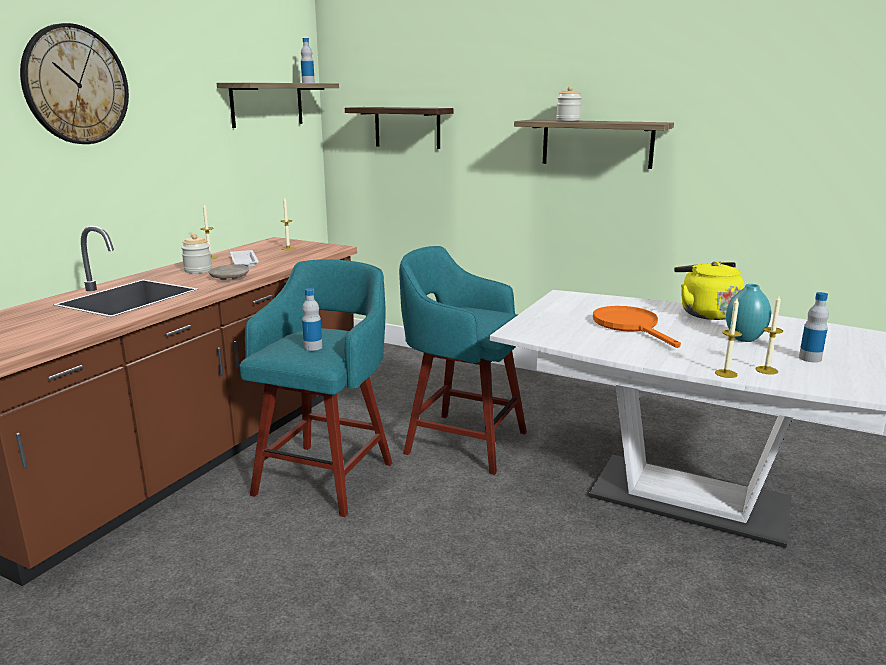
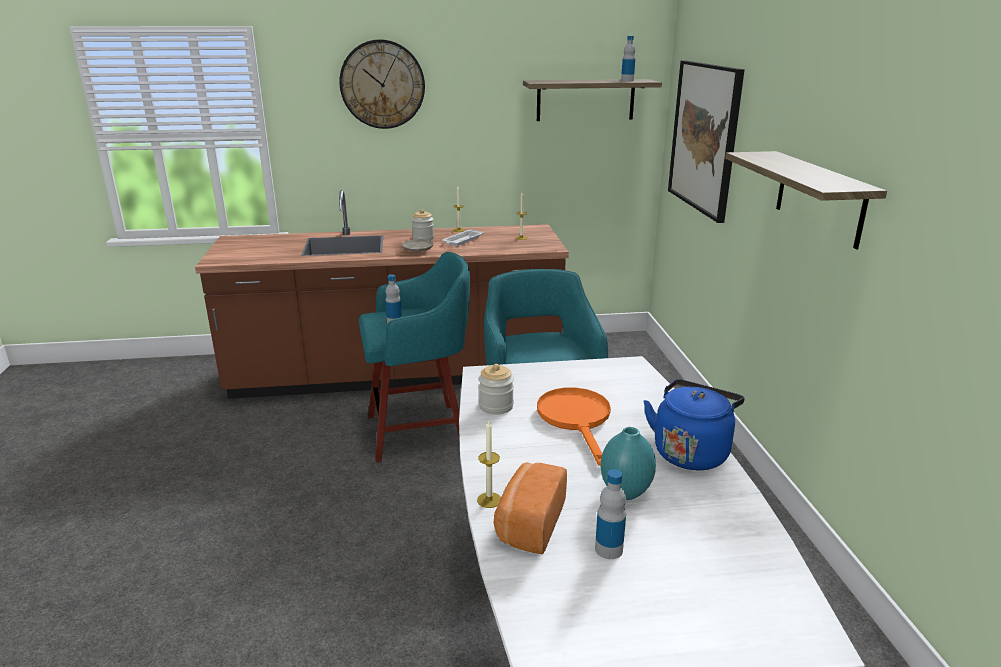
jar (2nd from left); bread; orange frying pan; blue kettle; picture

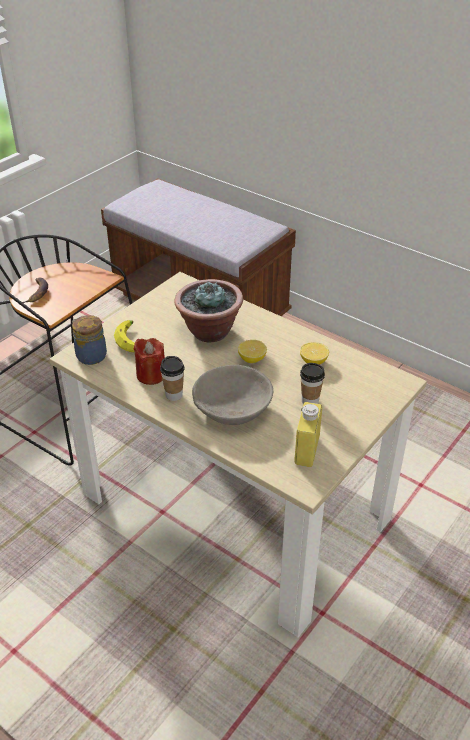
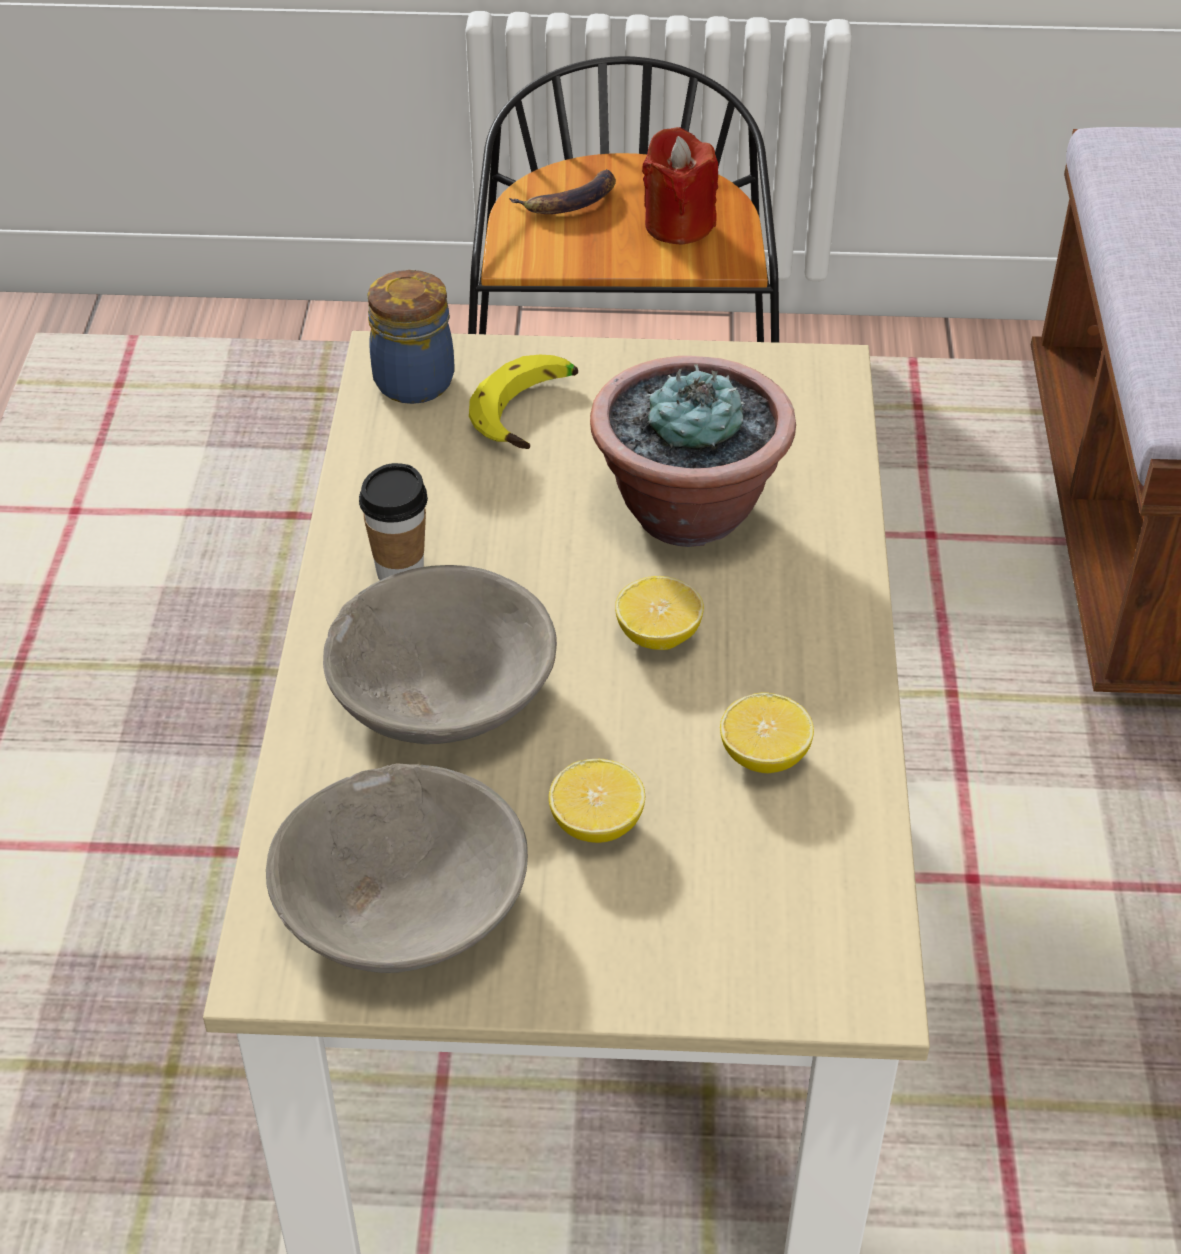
grey bowl (1st from left); lemon (1st from left); red candle

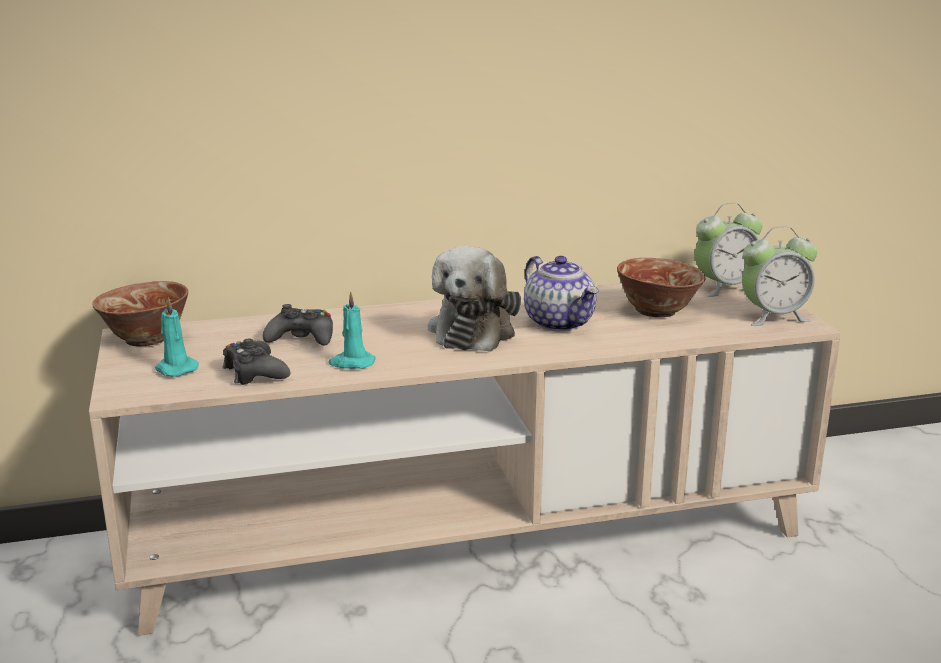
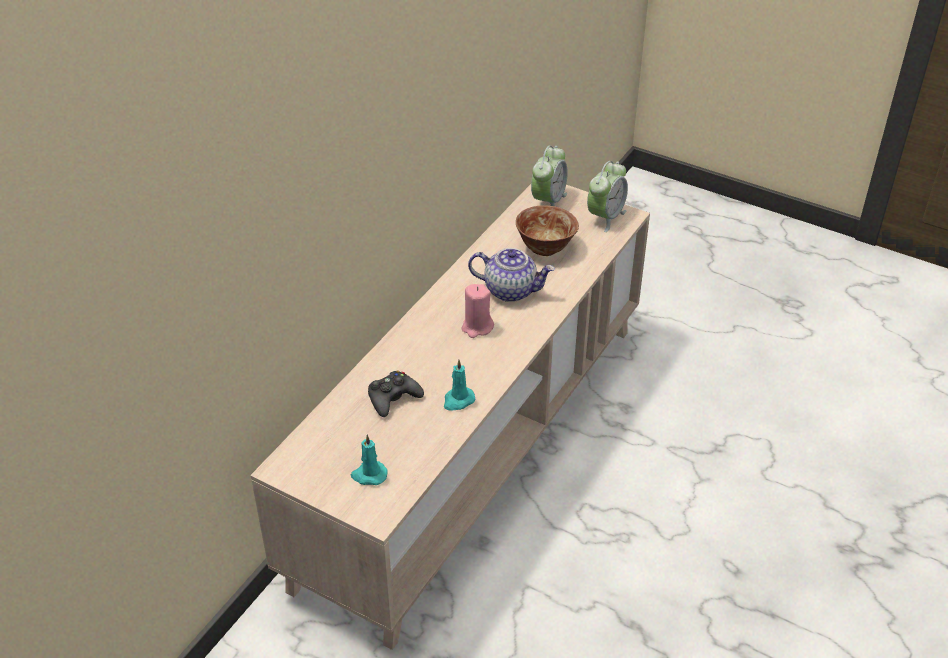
pink candle; bowl (1st from left in the first image); black game controller (1st from left in the first image)

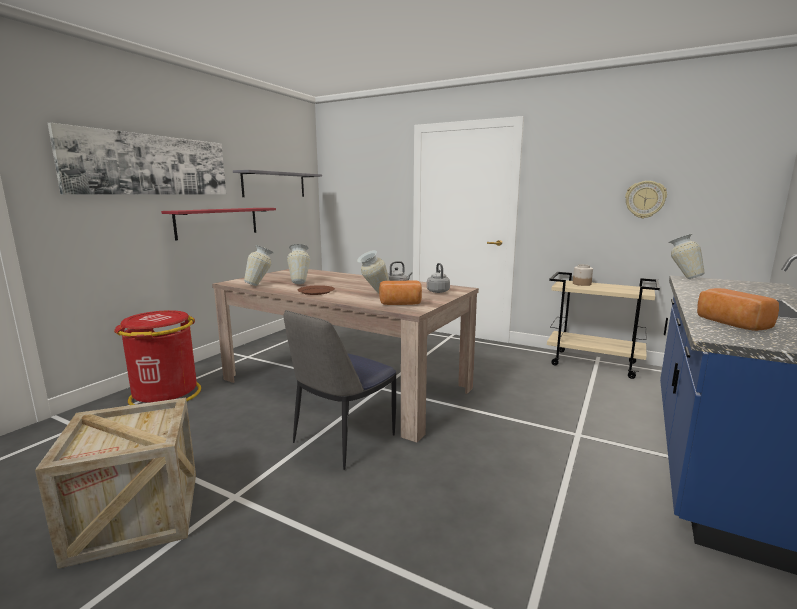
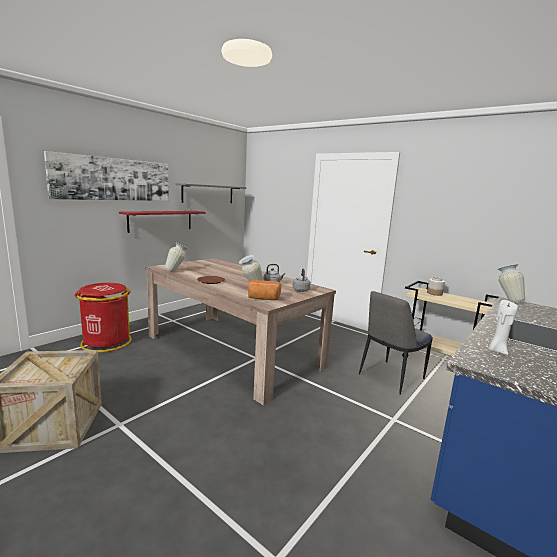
chair; white candle; vase (2nd from left in the first image); wall clock

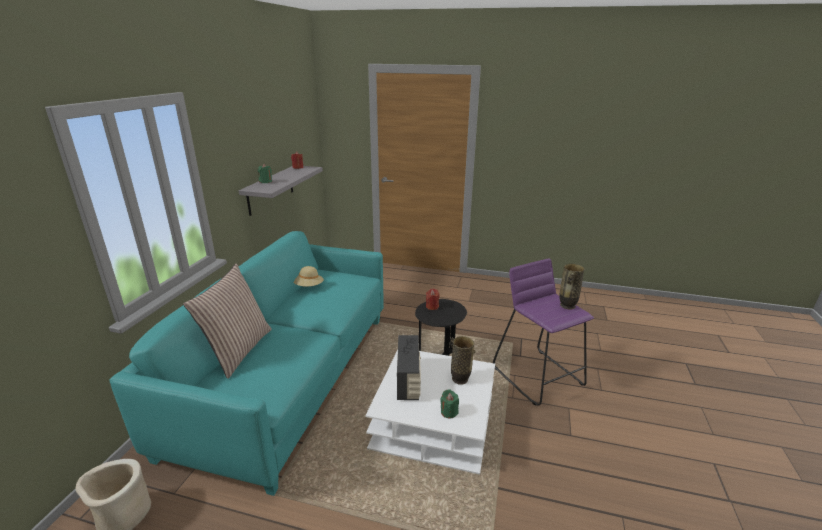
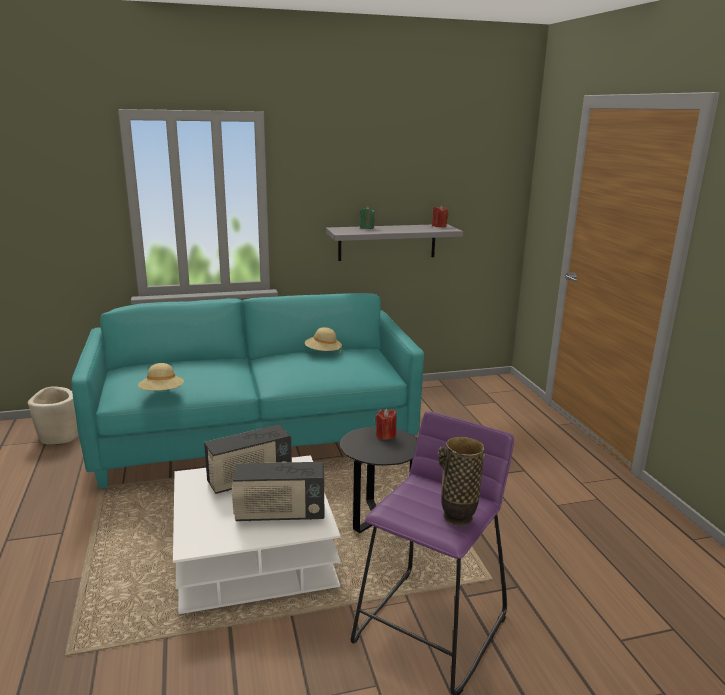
beige hat (1st from left); radio (2nd from left); pillow; green candle (2nd from left in the first image)

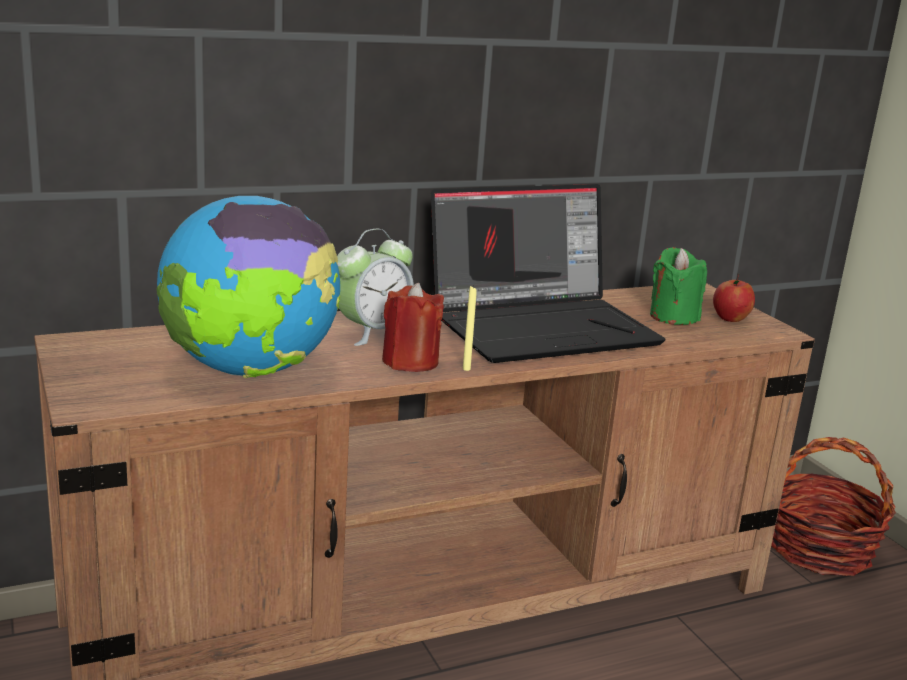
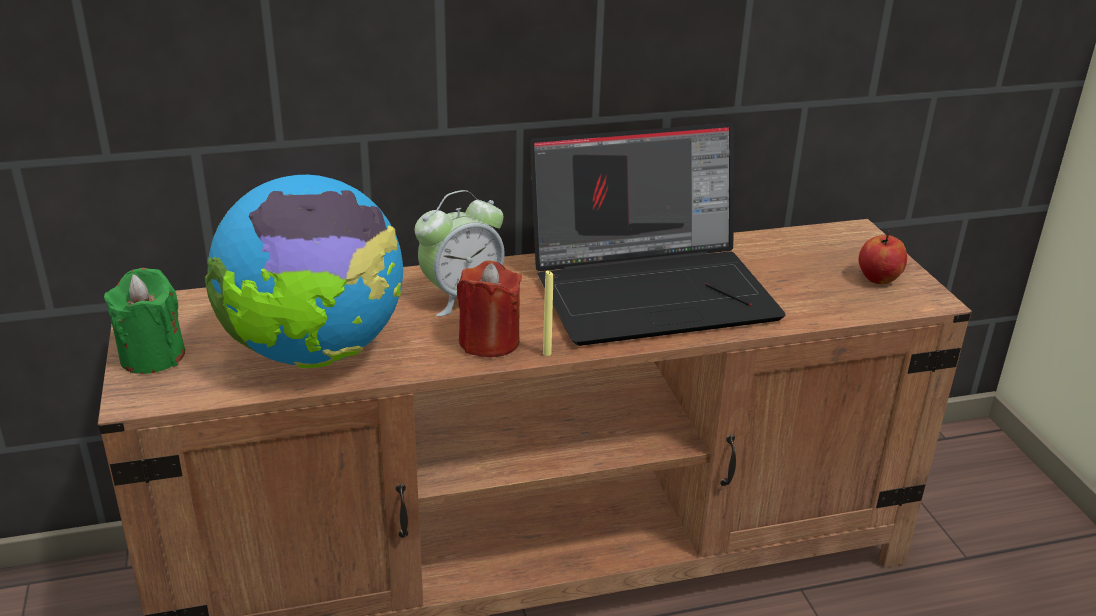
green candle; basket

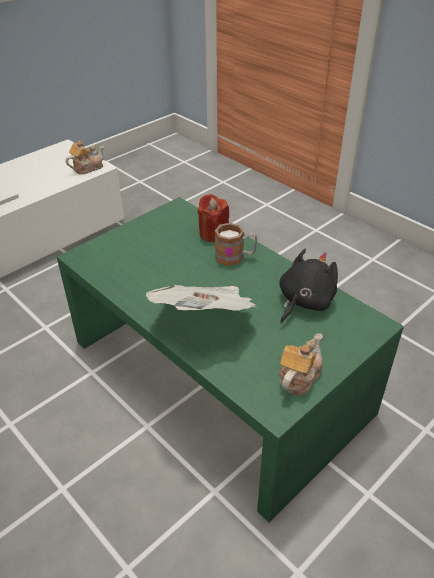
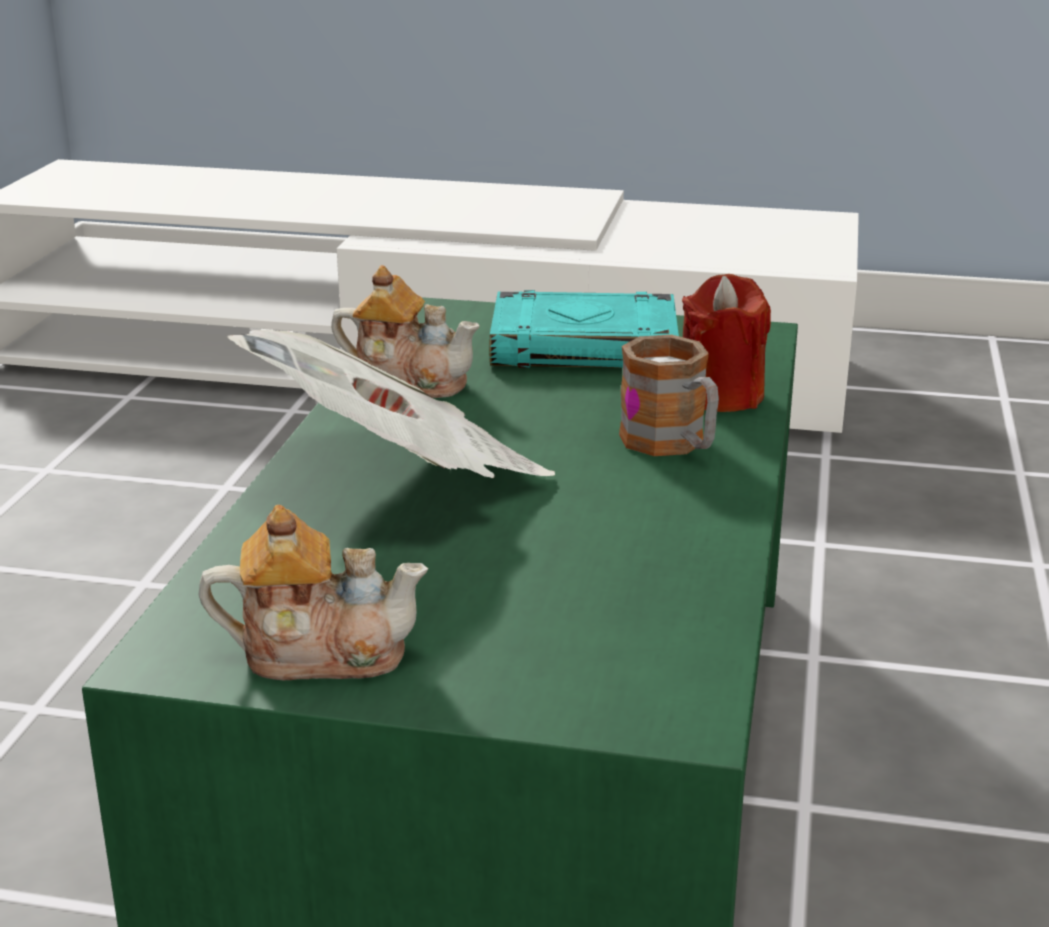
teapot (2nd from left); turquoise book; black plush toy

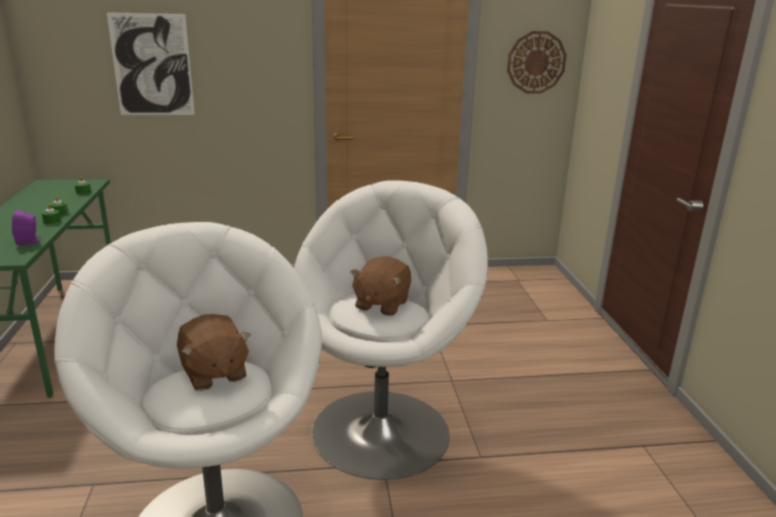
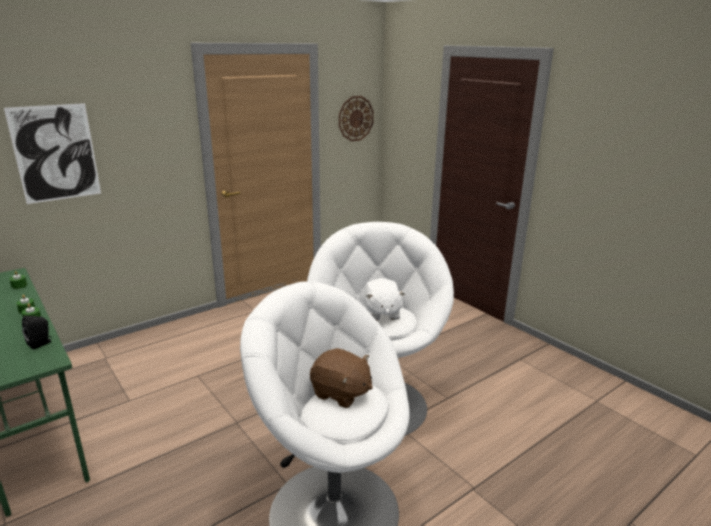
black speaker; white plush toy

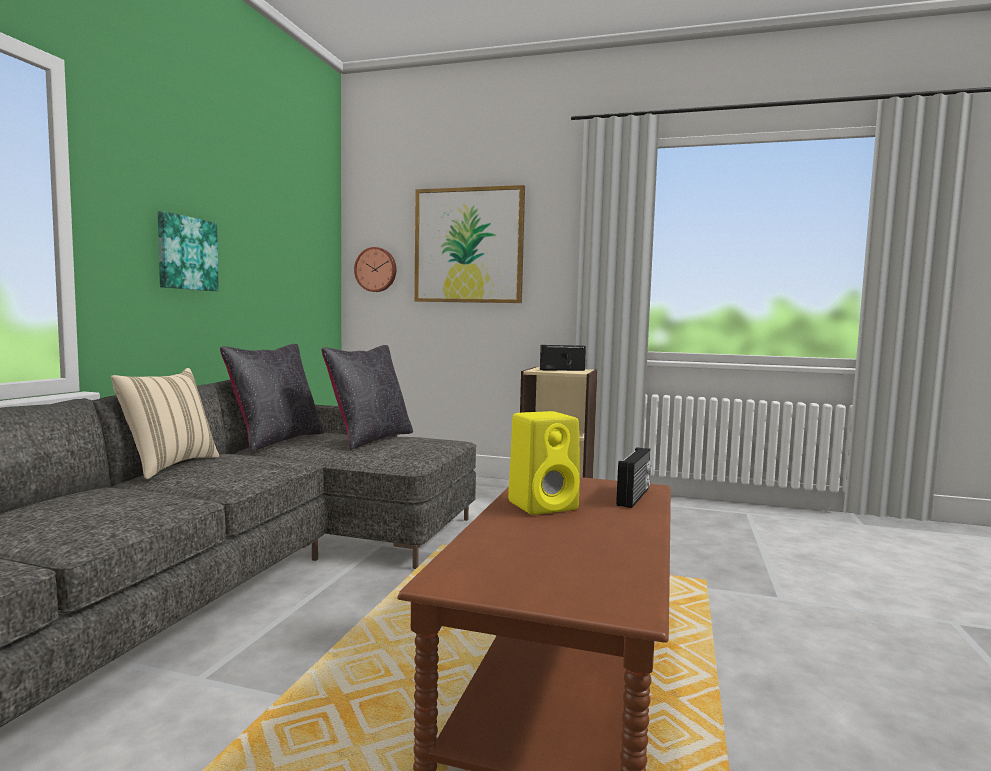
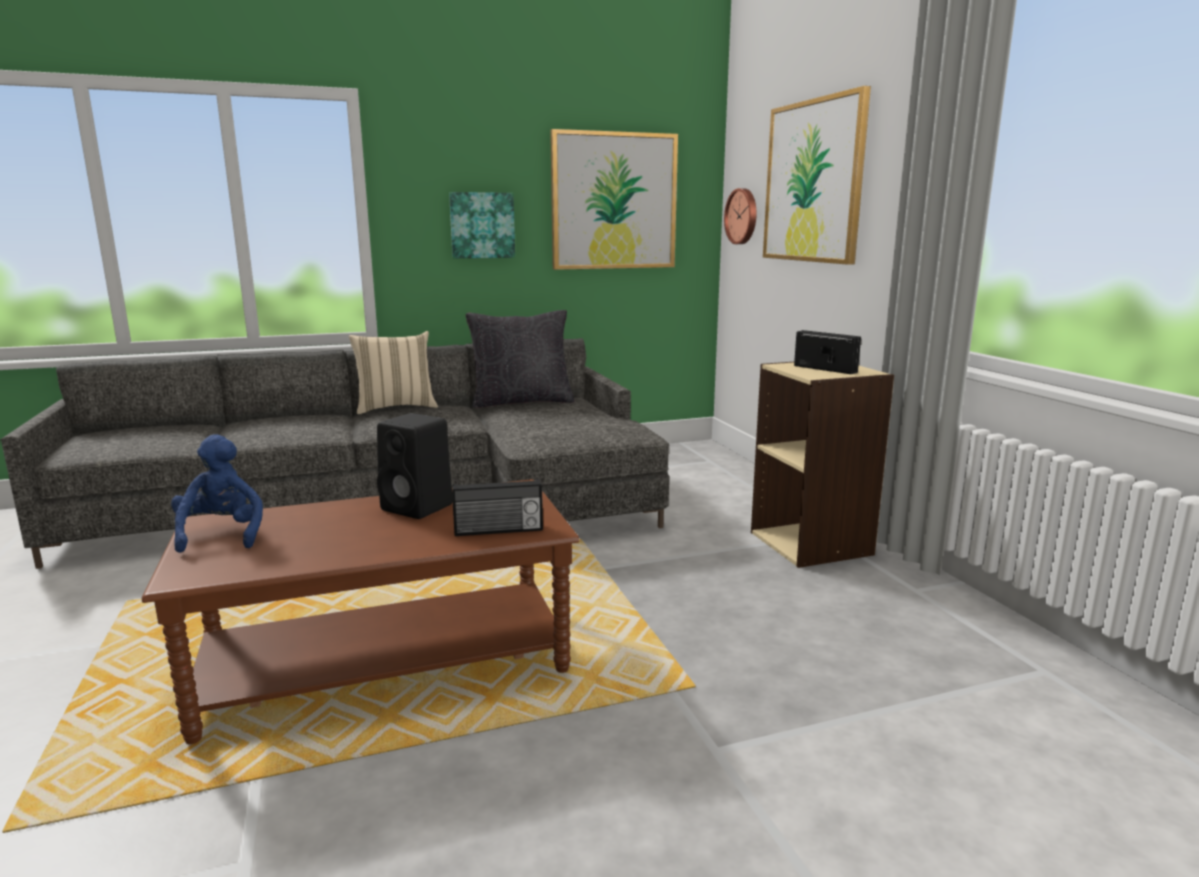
blue plush toy; black speaker; picture (2nd from left); black pillow (2nd from left in the first image)

